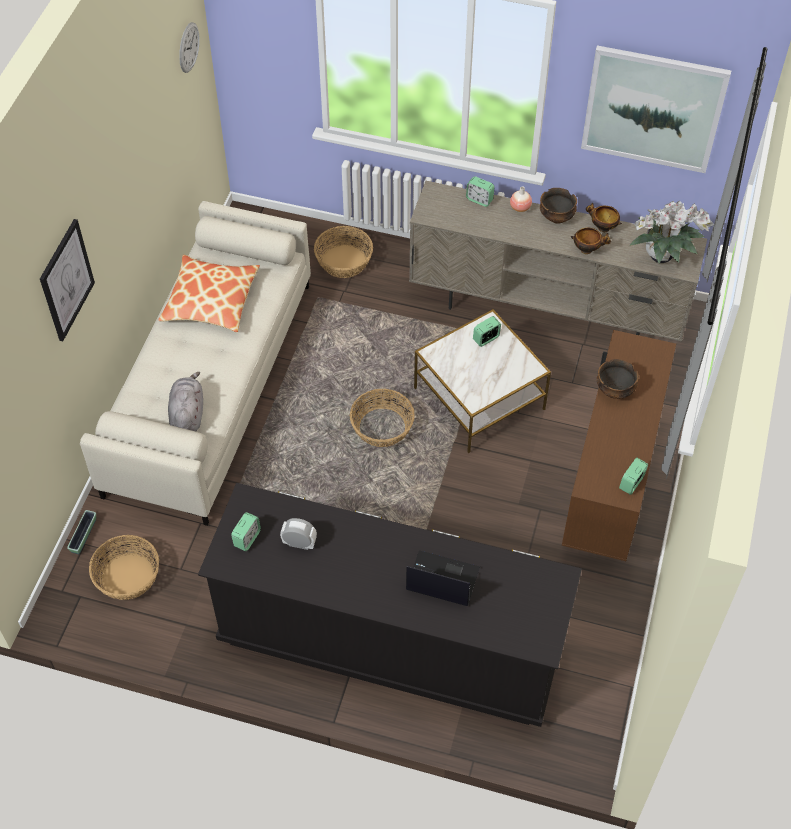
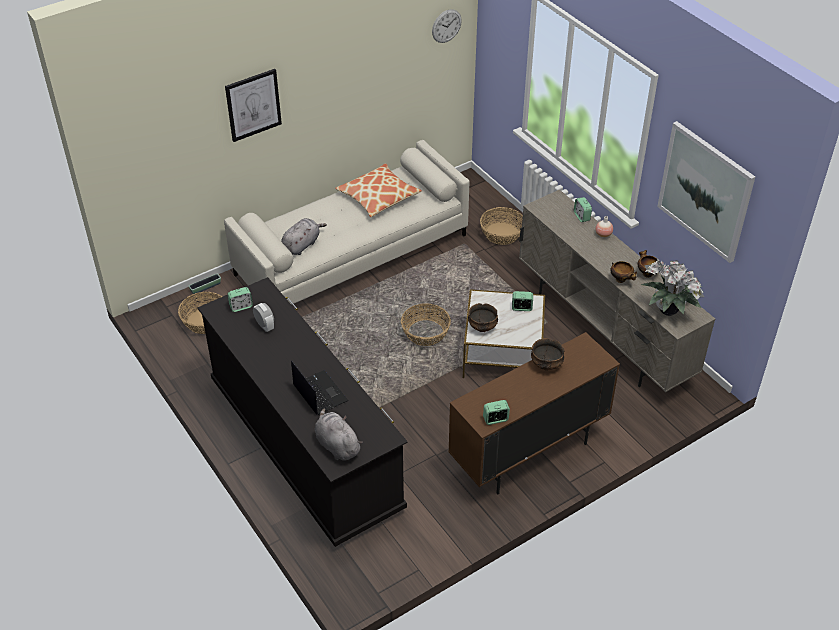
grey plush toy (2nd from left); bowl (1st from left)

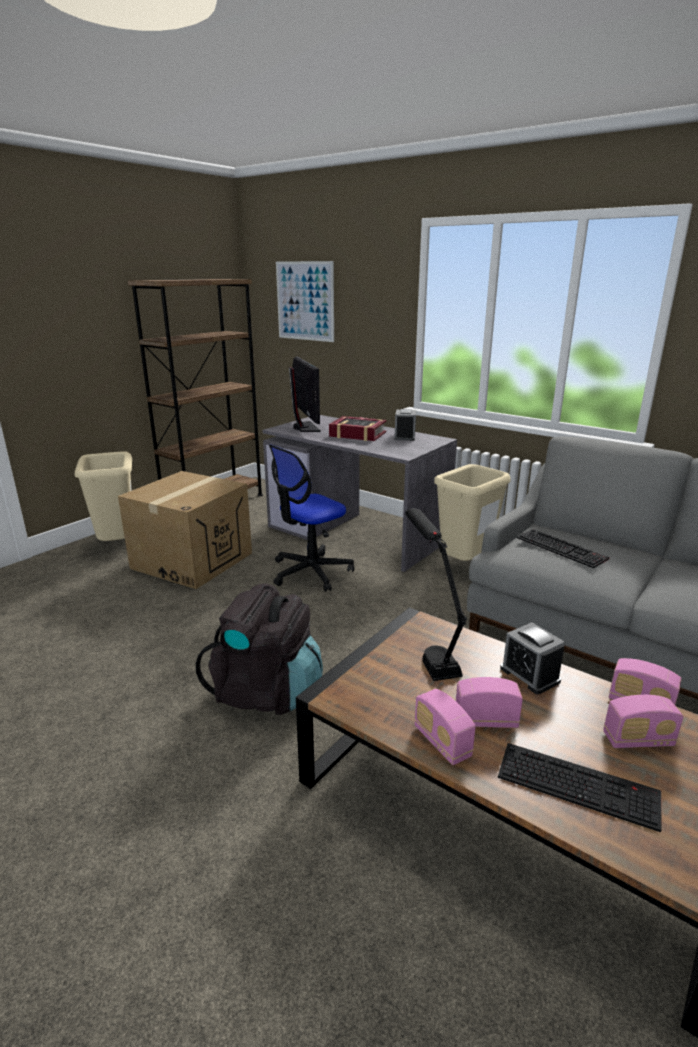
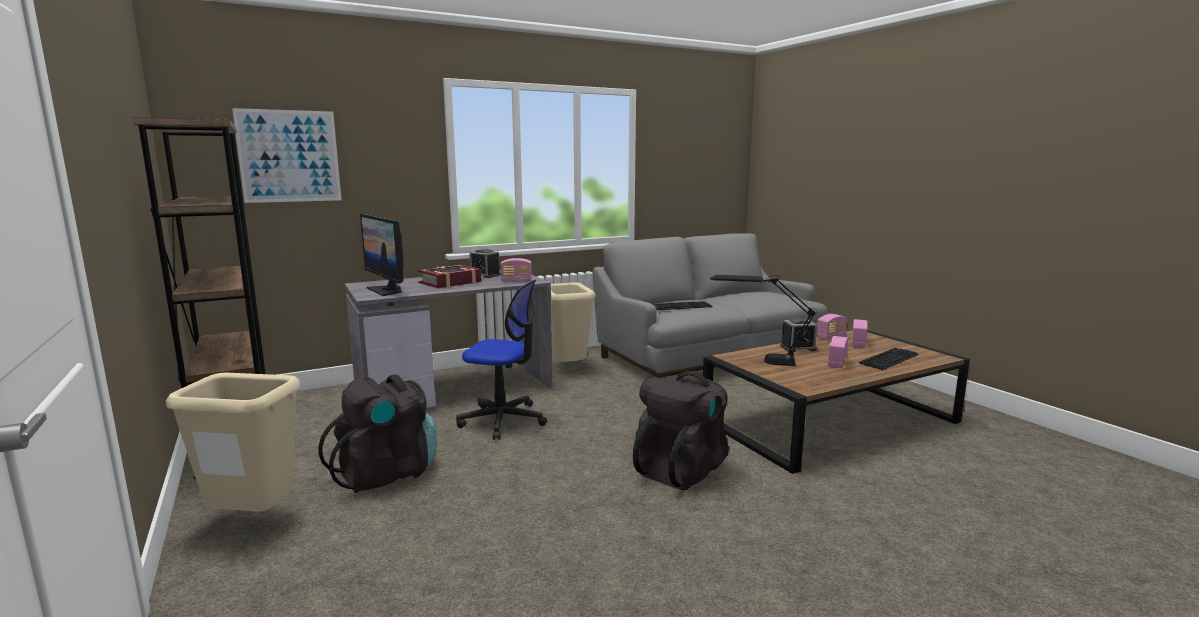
black backpack (1st from left); monitor; office chair; radio (1st from left)

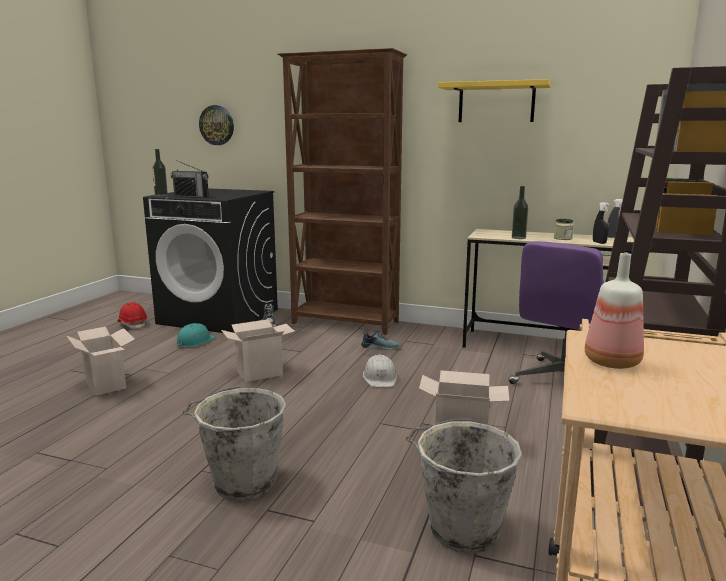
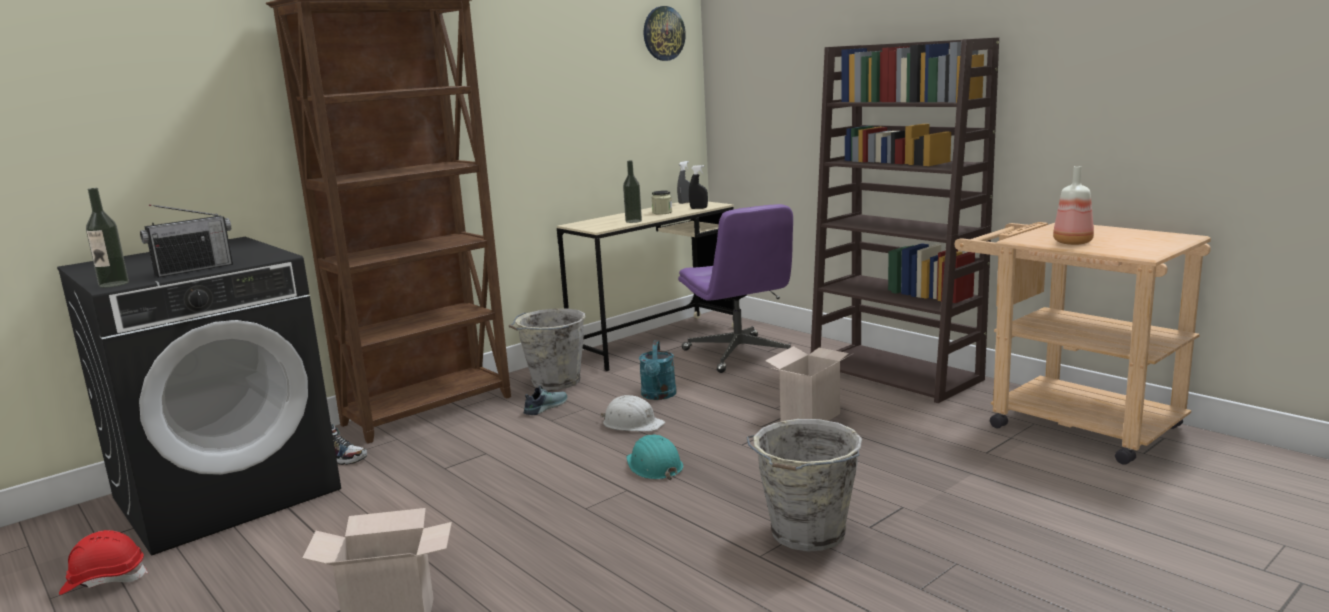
grey bucket (1st from left); turquoise hard hat; turquoise watering can; wall clock; cardboard box (2nd from left in the first image); yellow shelf

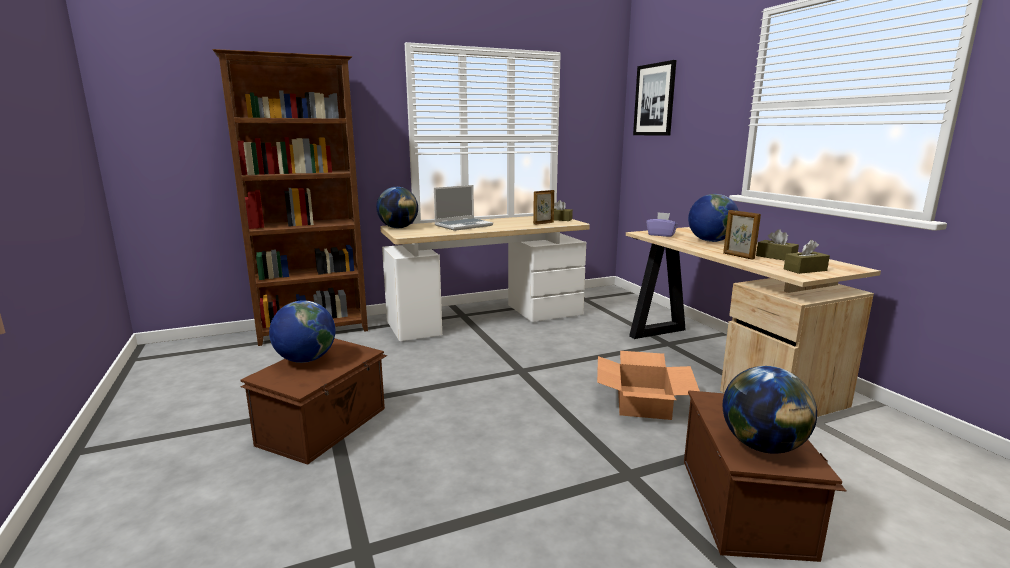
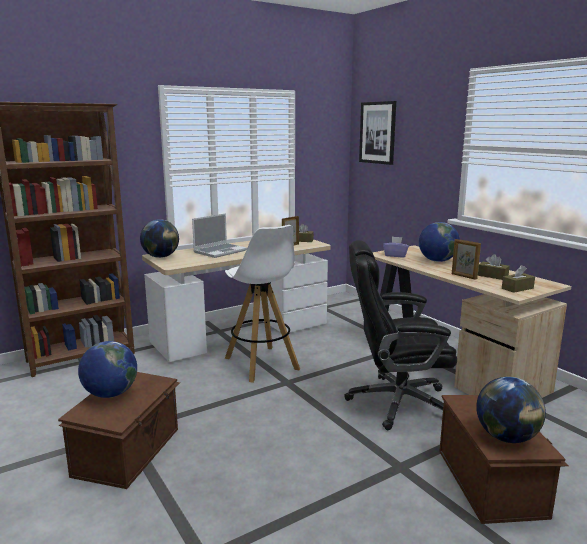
white stool; black office chair

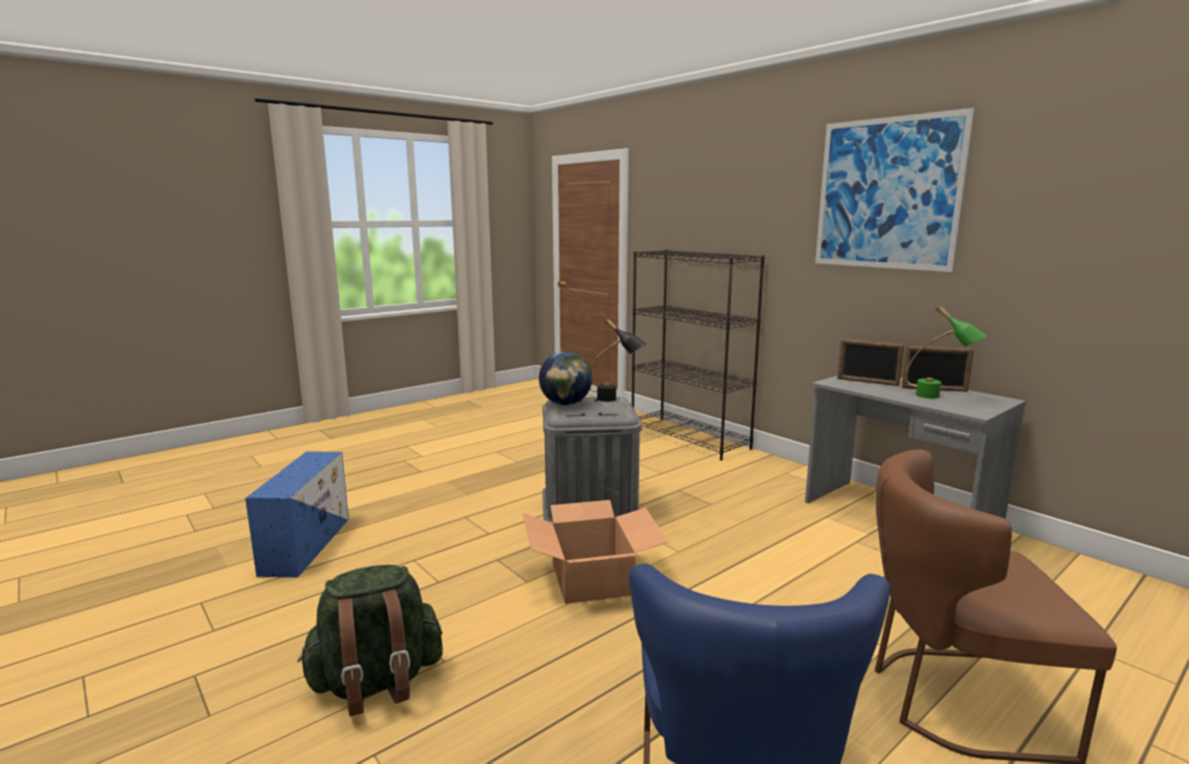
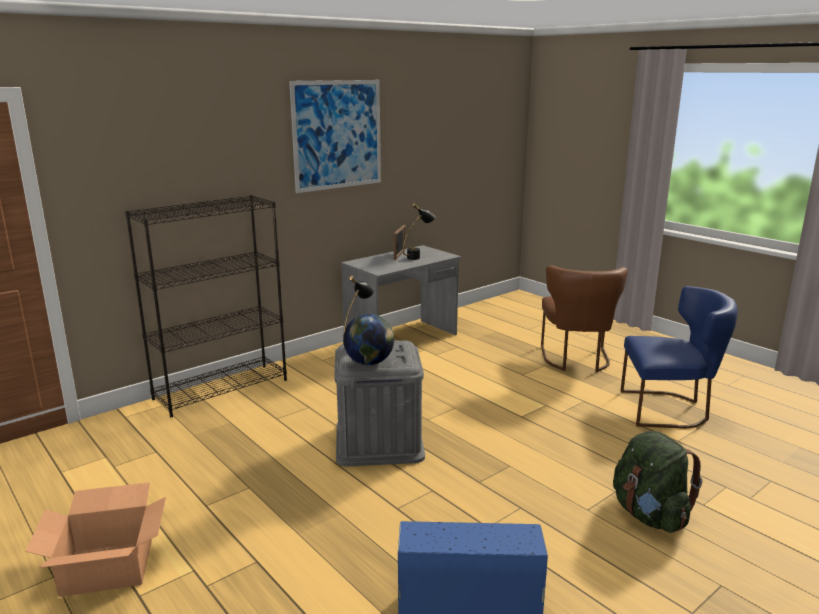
cardboard box; black table lamp (2nd from left); picture frame (1st from left in the first image)

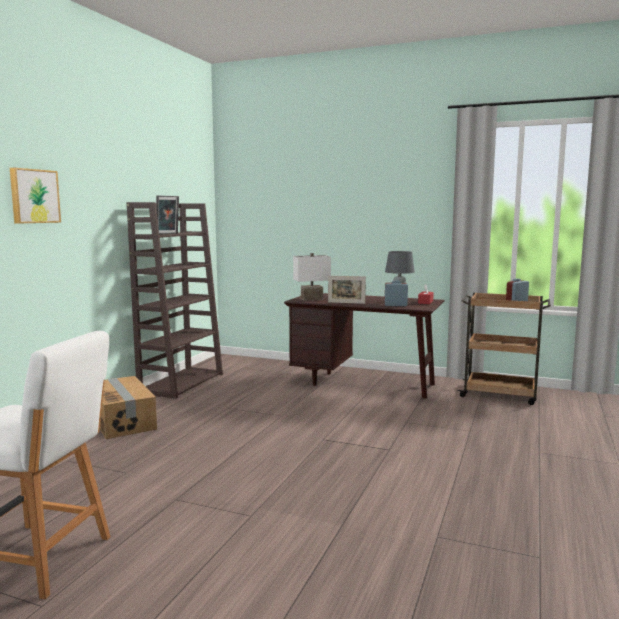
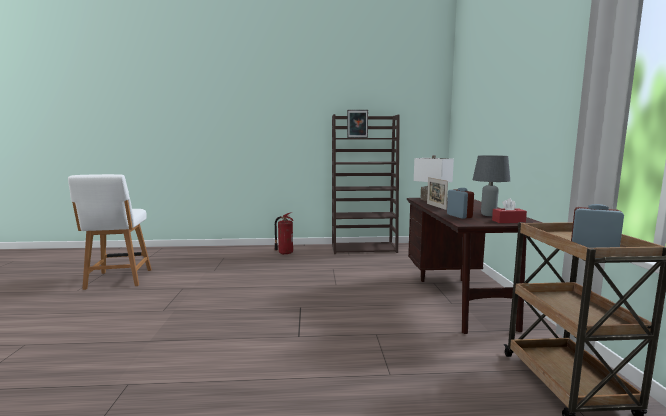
fire extinguisher; picture

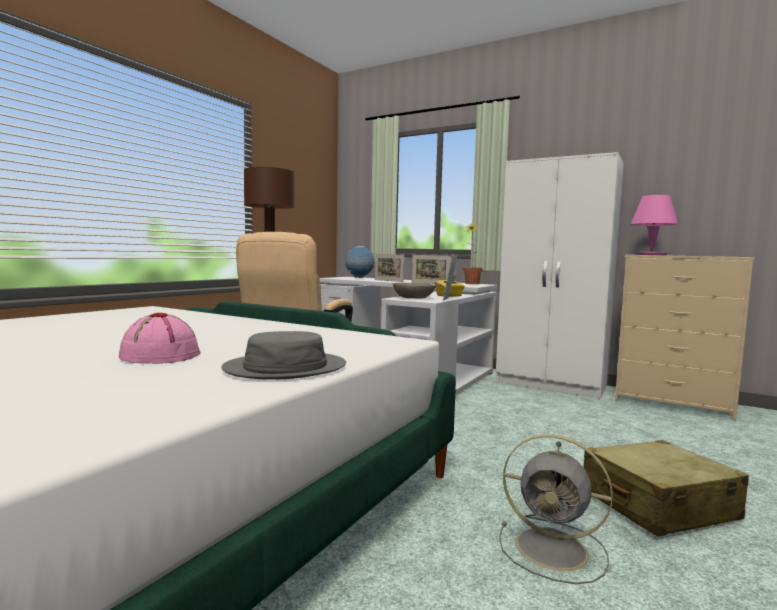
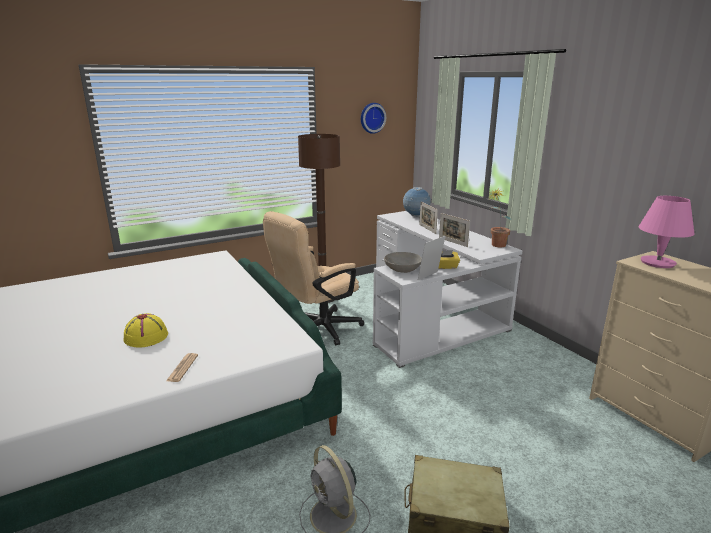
yellow hat; newspaper; wall clock; white wardrobe

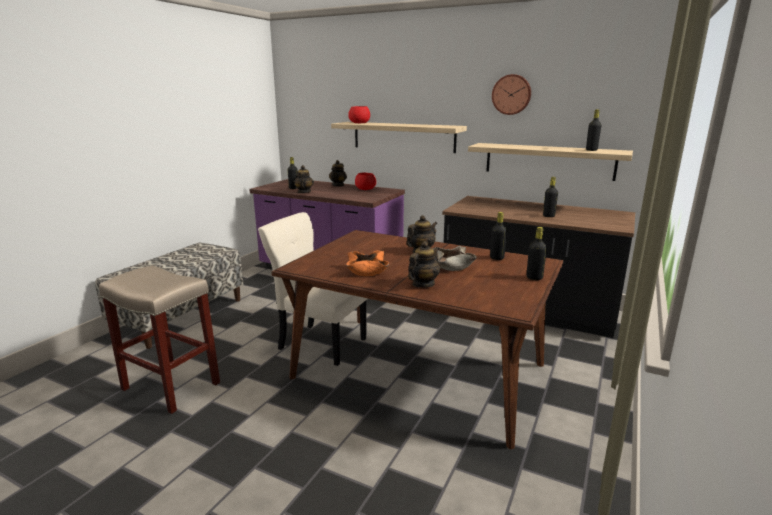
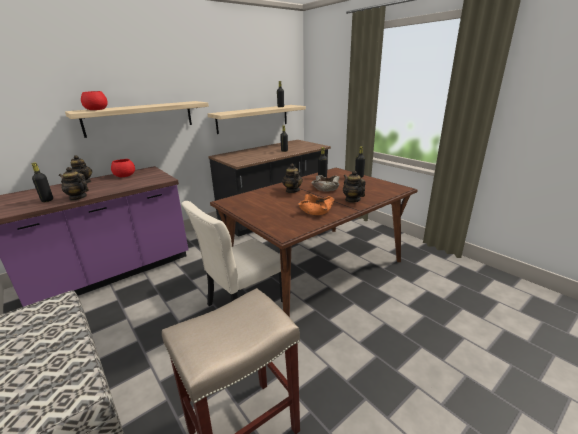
wall clock

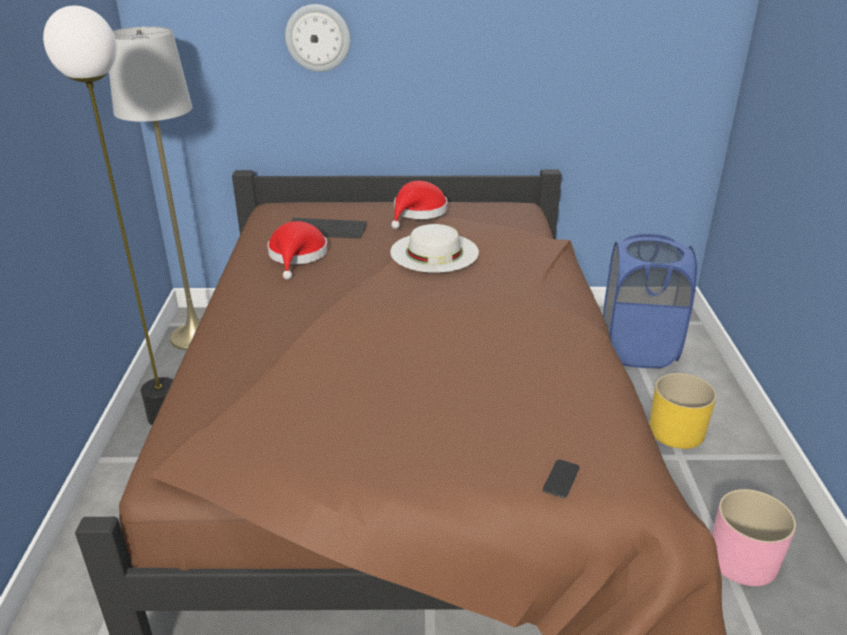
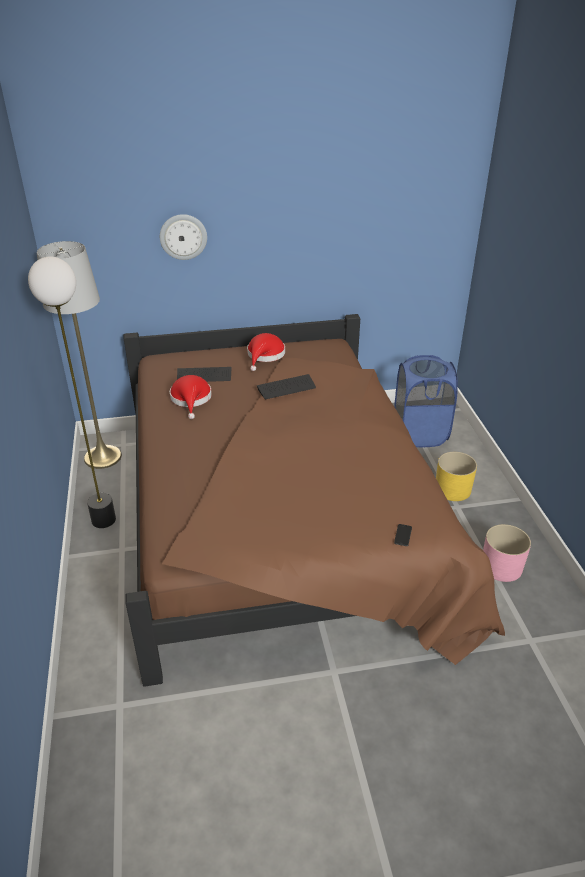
keyboard (2nd from left)

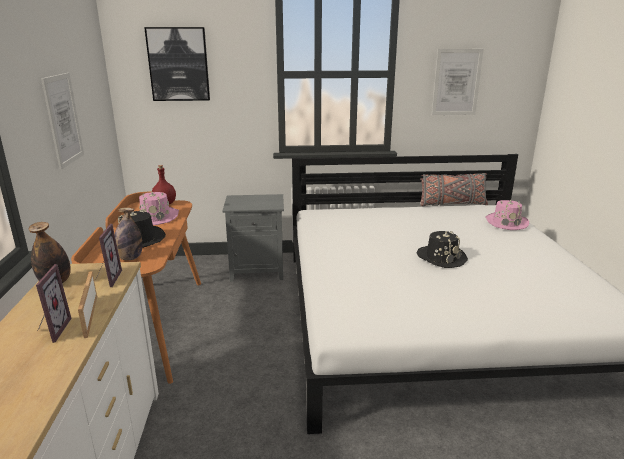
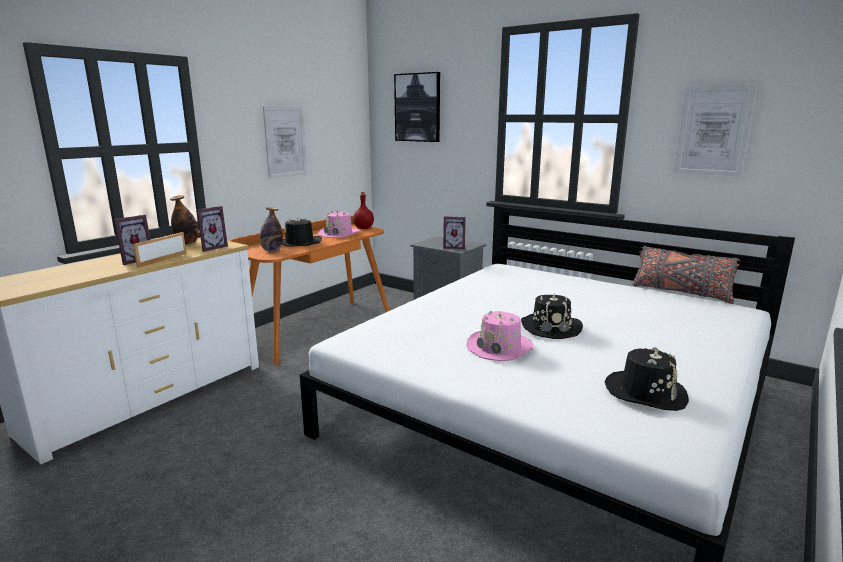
picture frame (4th from left); pink hat (2nd from left); black hat (3rd from left)

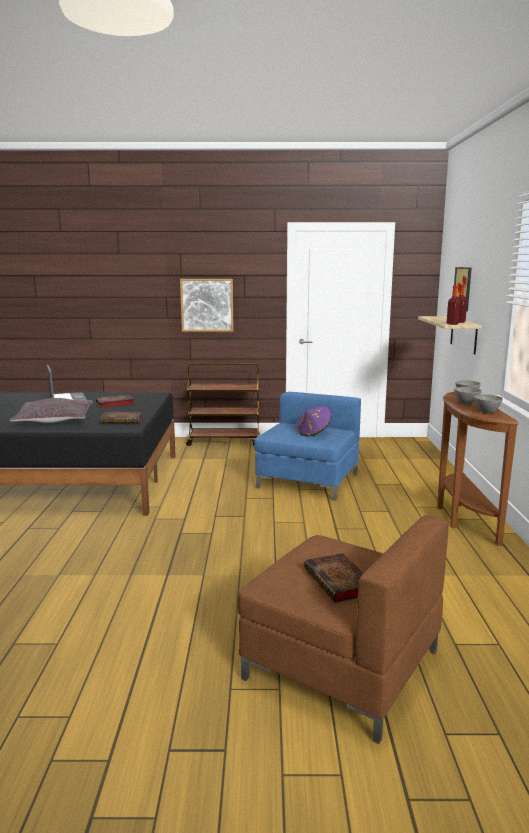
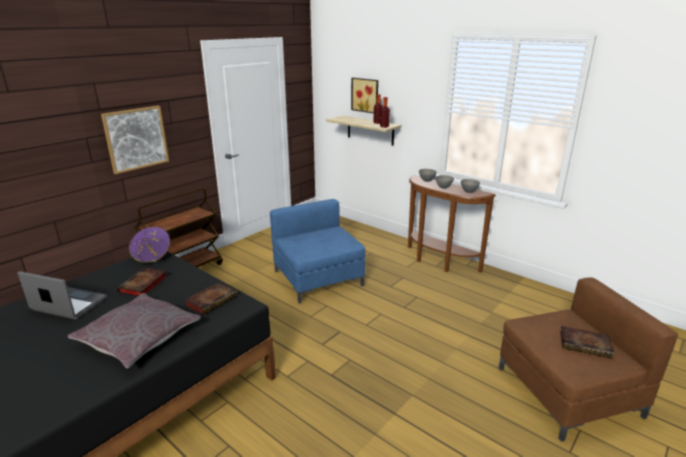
purple hat

